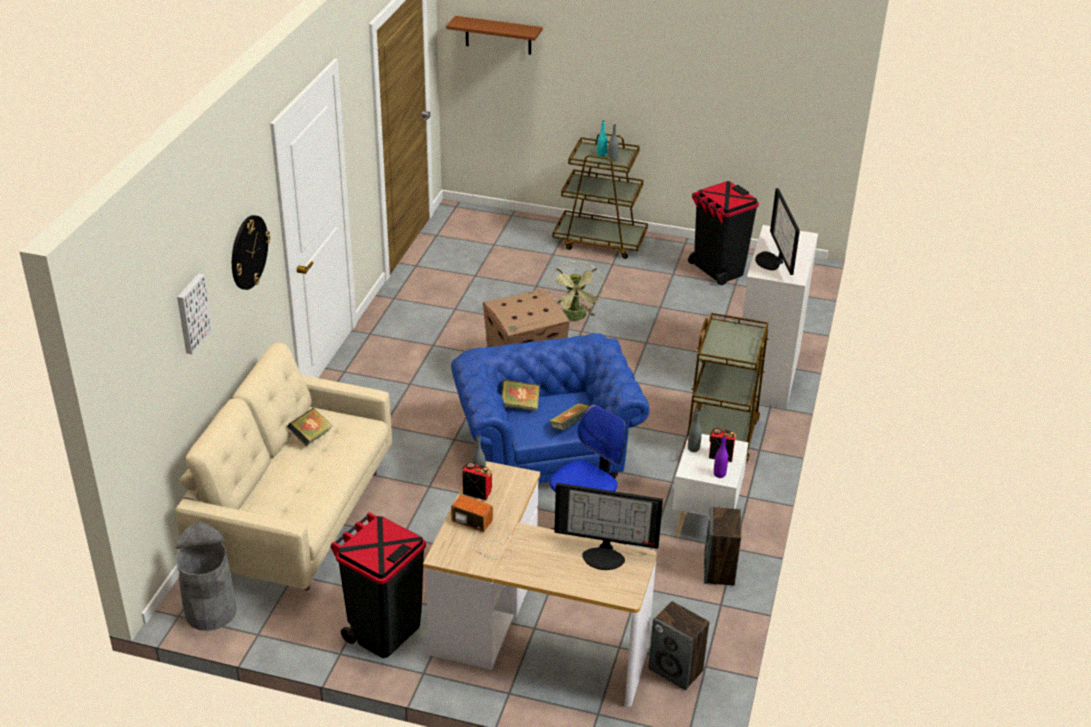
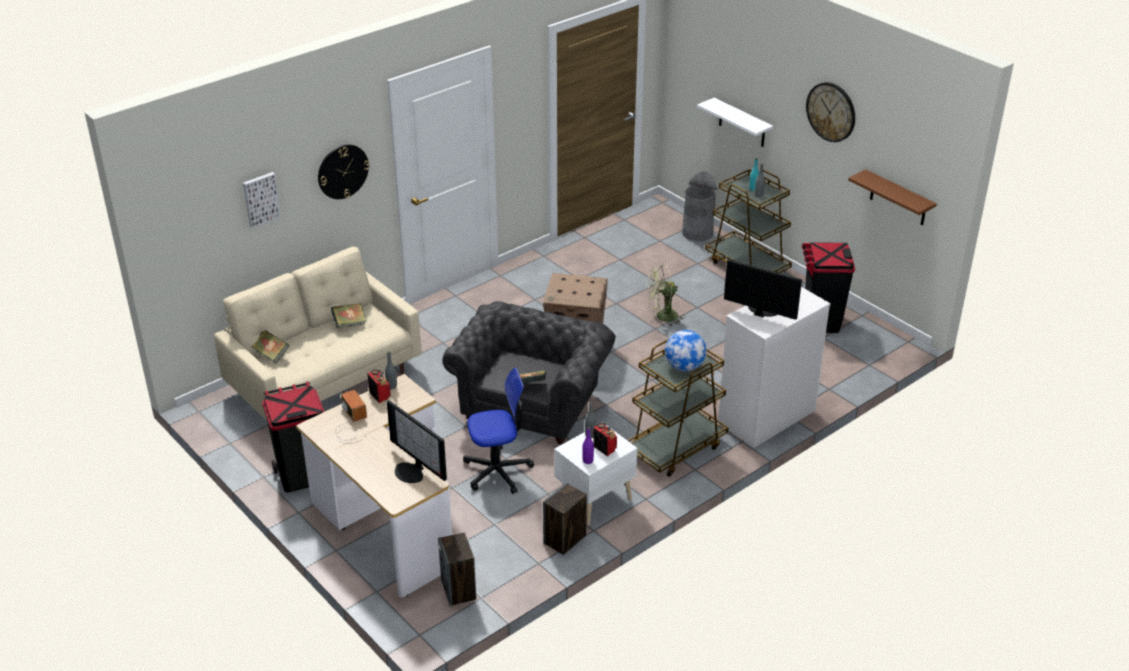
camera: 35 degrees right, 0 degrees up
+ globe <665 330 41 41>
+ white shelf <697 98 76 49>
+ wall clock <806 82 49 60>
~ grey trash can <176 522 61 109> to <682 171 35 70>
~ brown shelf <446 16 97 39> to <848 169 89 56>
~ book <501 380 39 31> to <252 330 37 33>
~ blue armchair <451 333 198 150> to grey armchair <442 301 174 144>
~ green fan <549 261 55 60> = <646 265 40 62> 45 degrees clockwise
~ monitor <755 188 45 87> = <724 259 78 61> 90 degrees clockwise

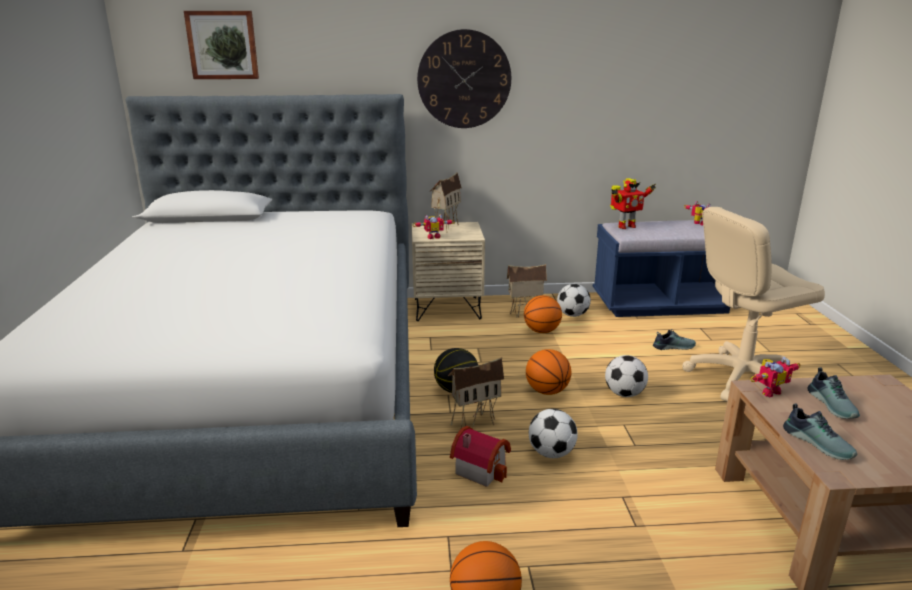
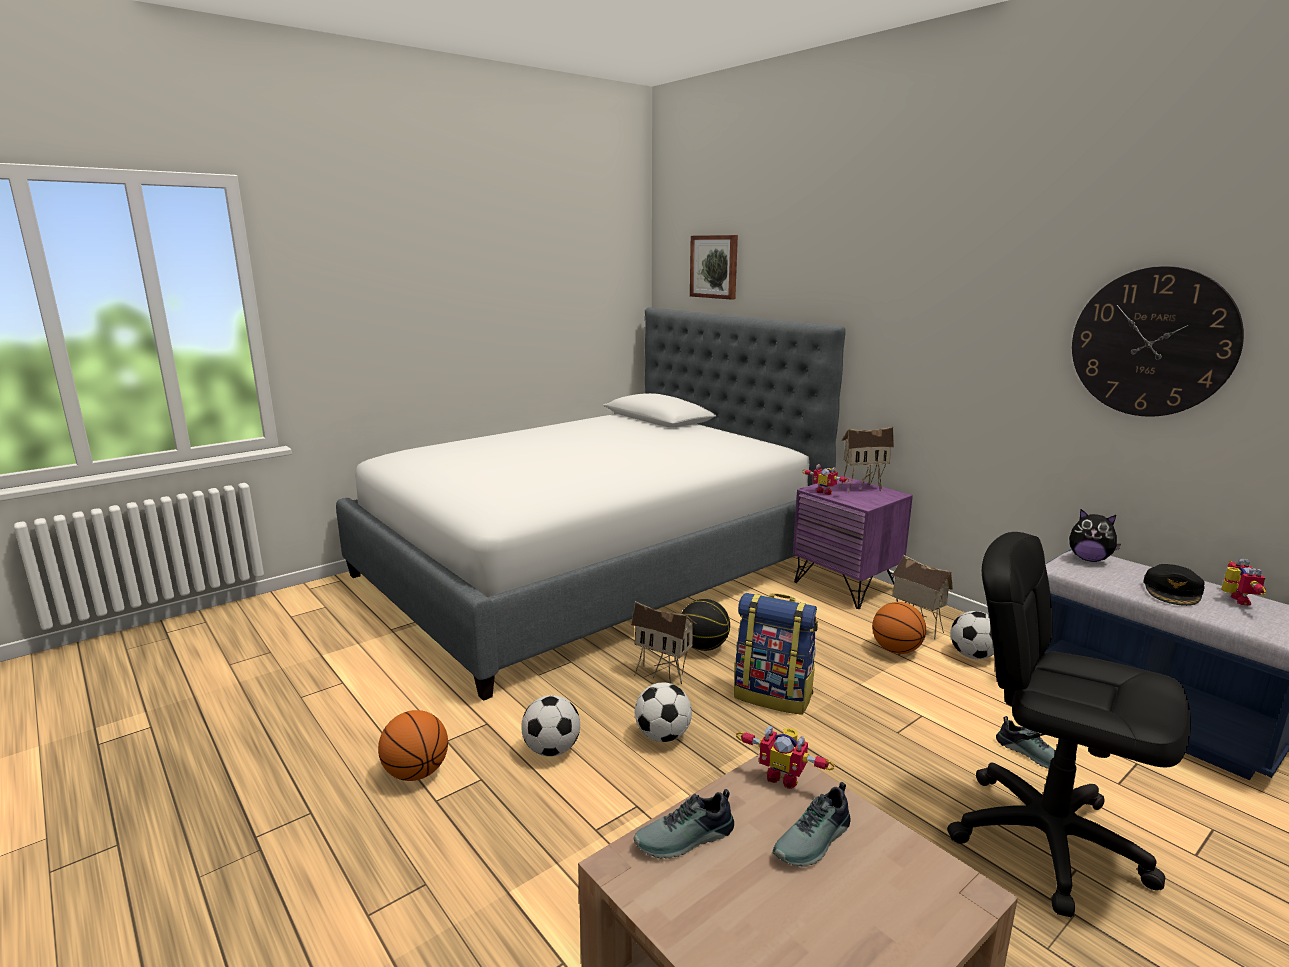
camera: 55 degrees right, 5 degrees down
- toy house <450 426 61 61>
+ black cap <1143 564 62 42>
~ wall clock <417 29 94 99> to <1072 266 172 151>
~ football <605 355 43 42> to <521 695 59 62>
~ basketball <526 349 45 46> to backpack <734 593 84 122>
~ toy robot <610 178 46 51> to plush toy <1069 509 52 53>
~ beige nightstand <412 222 73 99> to purple nightstand <793 476 120 133>
~ beige office chair <682 207 143 194> to black office chair <947 532 244 385>
~ shoe <783 404 74 56> = <634 789 100 70> 45 degrees clockwise

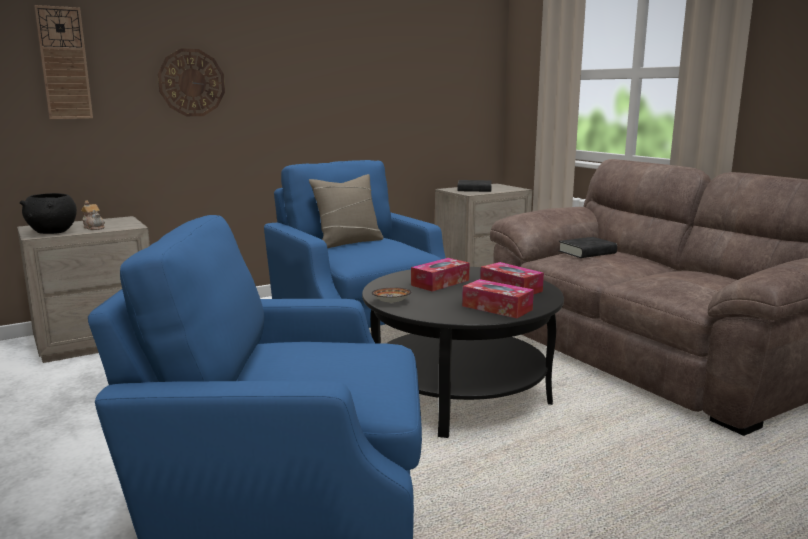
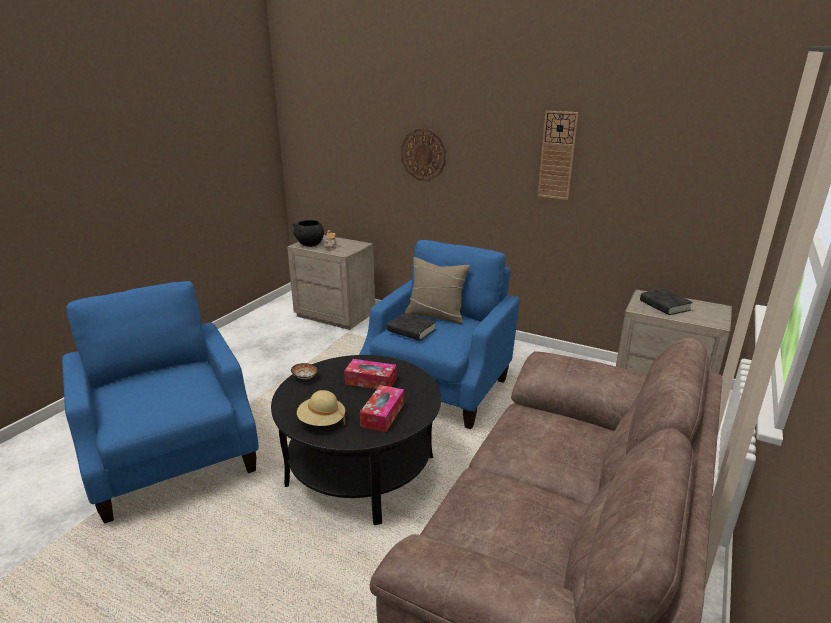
camera: 60 degrees right, 10 degrees up
~ wall clock <34 5 59 114> to <538 111 40 89>
~ black book <559 237 58 21> to <387 313 49 28>
~ tissue box <462 279 72 39> to beige hat <297 390 48 36>

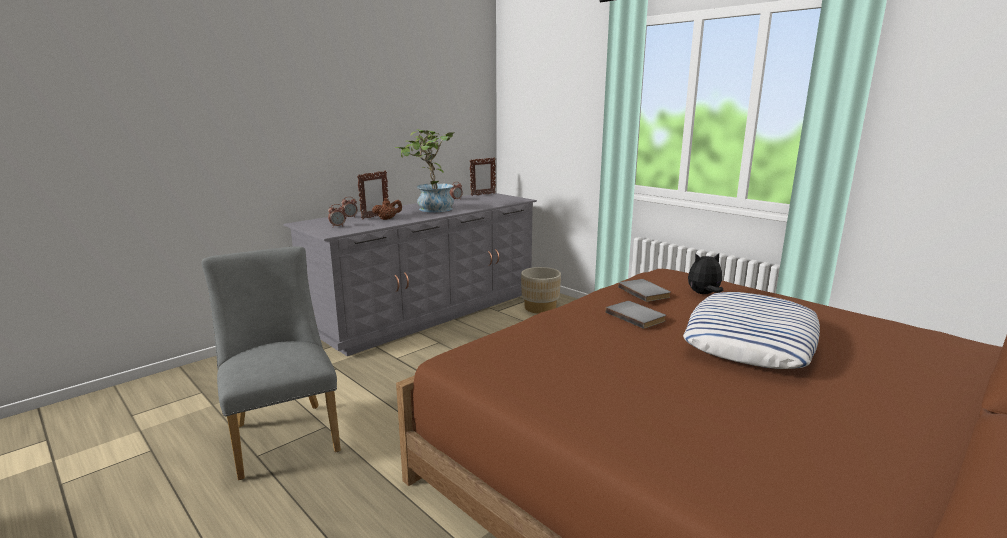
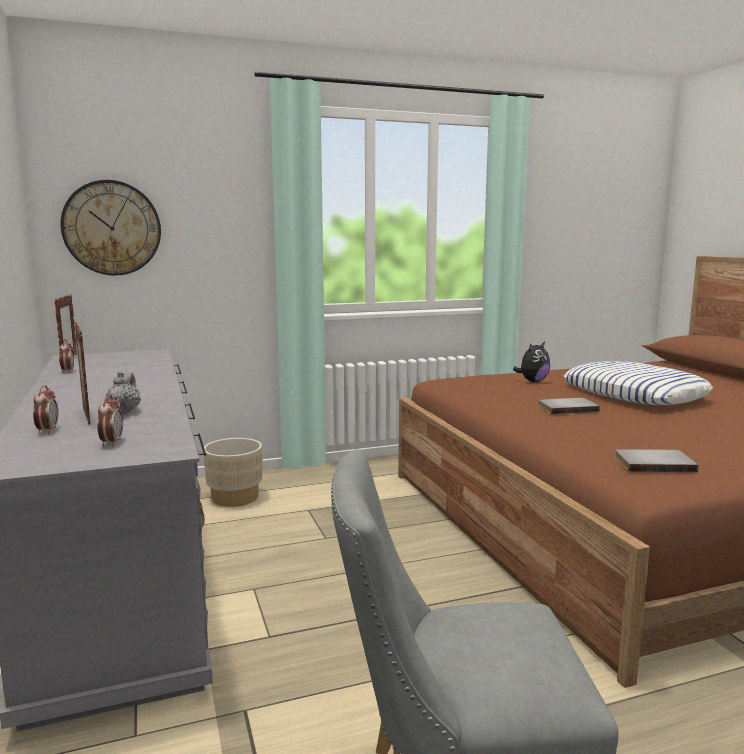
camera: 65 degrees left, 5 degrees down
- potted plant <395 129 60 83>
+ wall clock <61 180 100 96>
~ grey book <618 279 53 23> to <614 449 85 23>
~ brown teapot <372 198 30 22> to grey teapot <105 371 36 43>
~ plush toy <688 253 35 41> = <513 341 37 41> 150 degrees counterclockwise

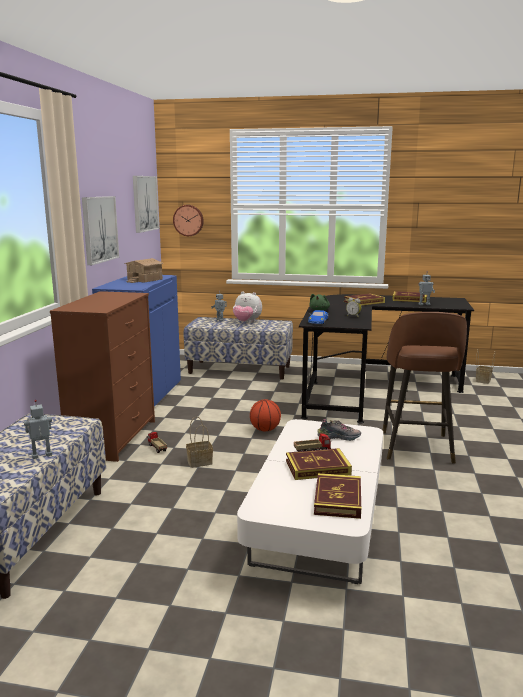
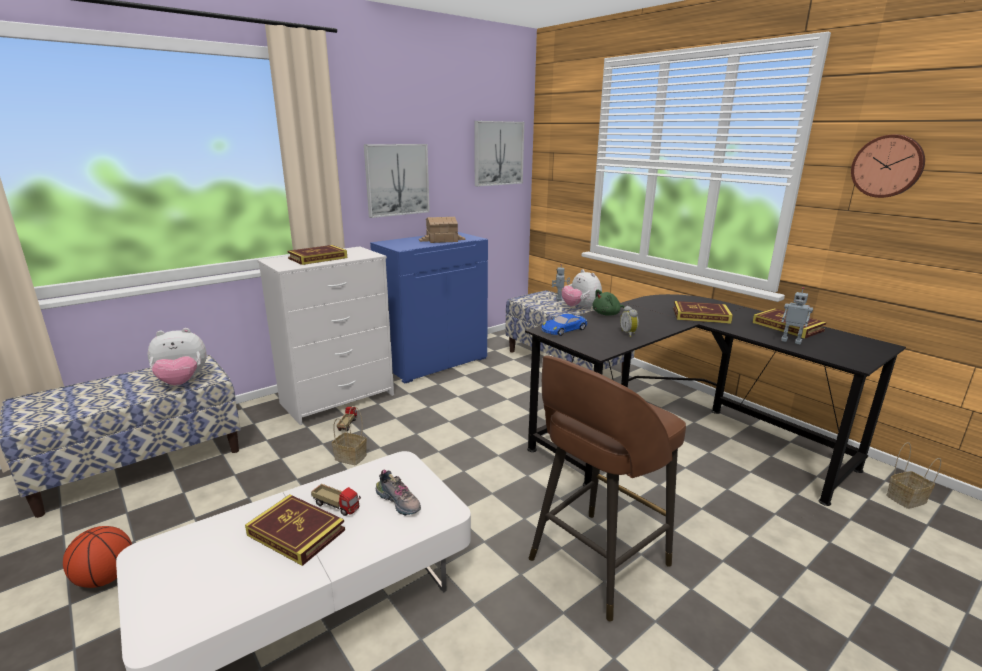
camera: 40 degrees right, 5 degrees up
- toy robot <24 400 28 59>
+ plush toy <148 328 59 57>
~ wall clock <173 205 31 31> to <851 135 74 63>
~ basketball <250 399 31 32> to <63 526 69 62>
~ book <314 473 47 46> to <287 245 60 20>
~ brown dresser <50 291 105 171> to white dresser <257 246 137 179>

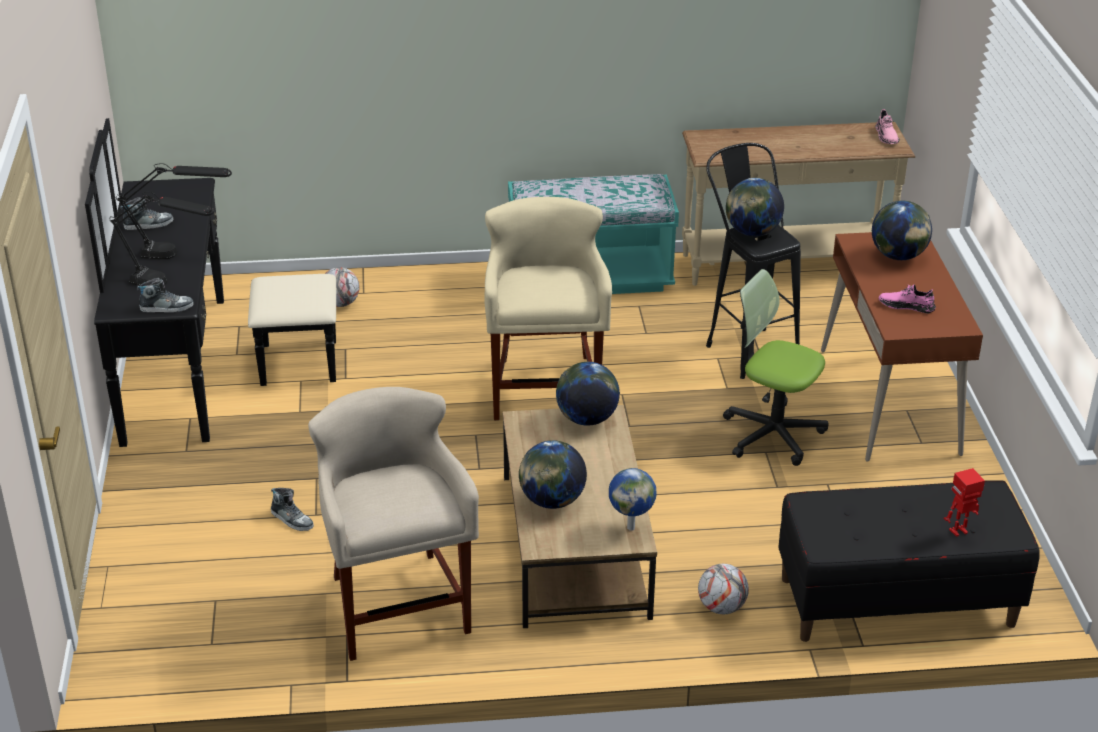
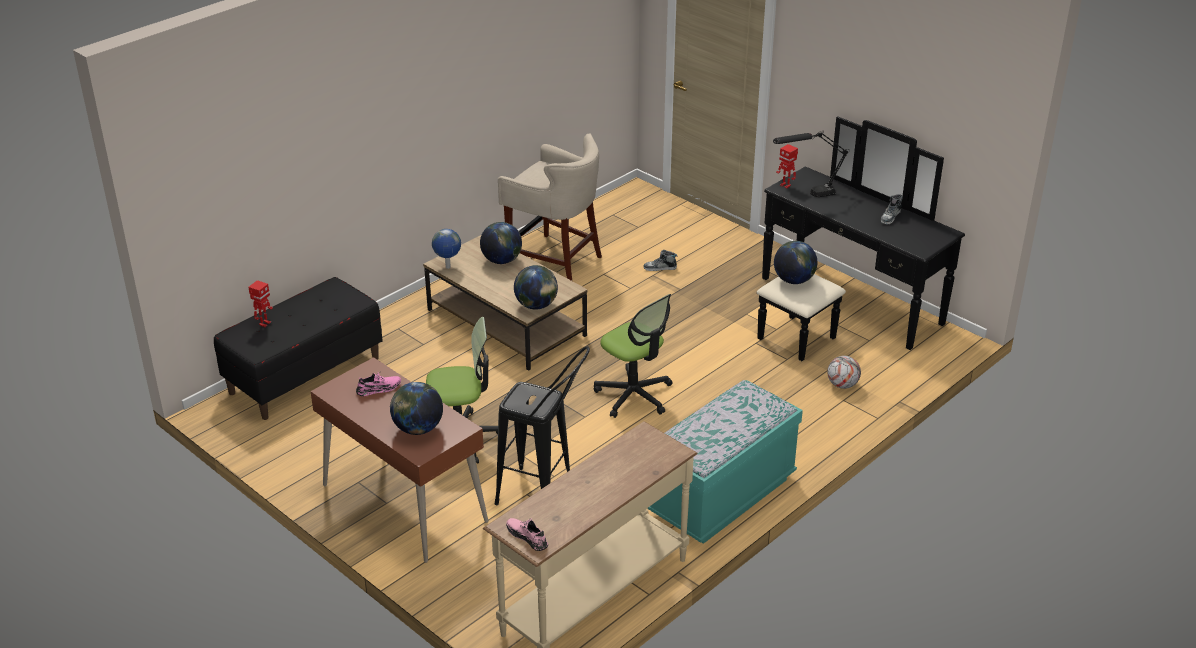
camera: 140 degrees right, 0 degrees up
- black table lamp <116 163 116 96>
- football <698 564 51 50>
~ globe <726 178 58 58> to <774 241 44 43>
~ shoe <137 278 57 34> to toy robot <776 144 22 44>
~ beige stool <484 197 128 224> to office chair <594 294 79 124>

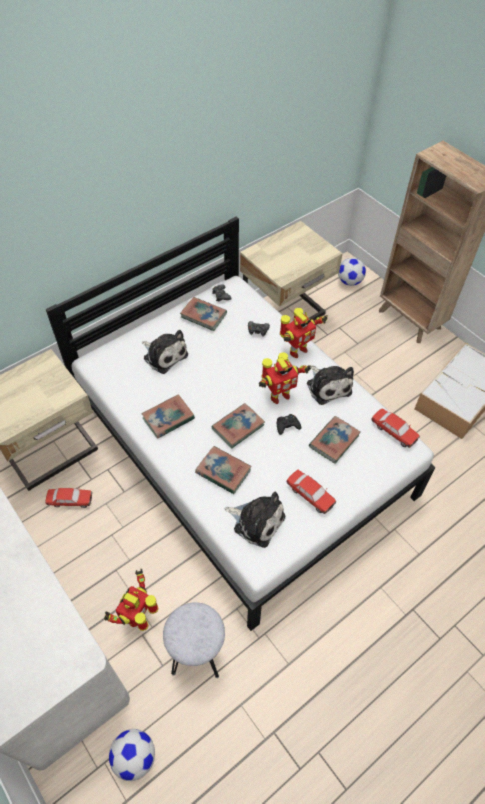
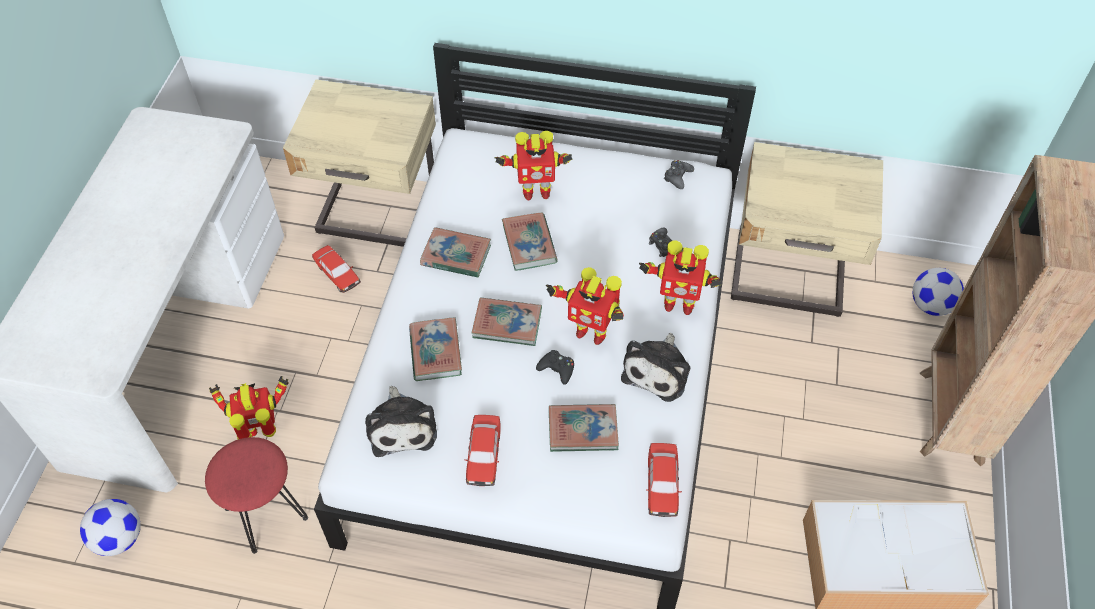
camera: 50 degrees right, 0 degrees up
~ book <180 297 47 34> to <502 213 56 58>
~ plush toy <142 330 46 44> to toy robot <495 131 78 69>
~ grey stool <163 602 62 76> to red stool <205 437 103 117>

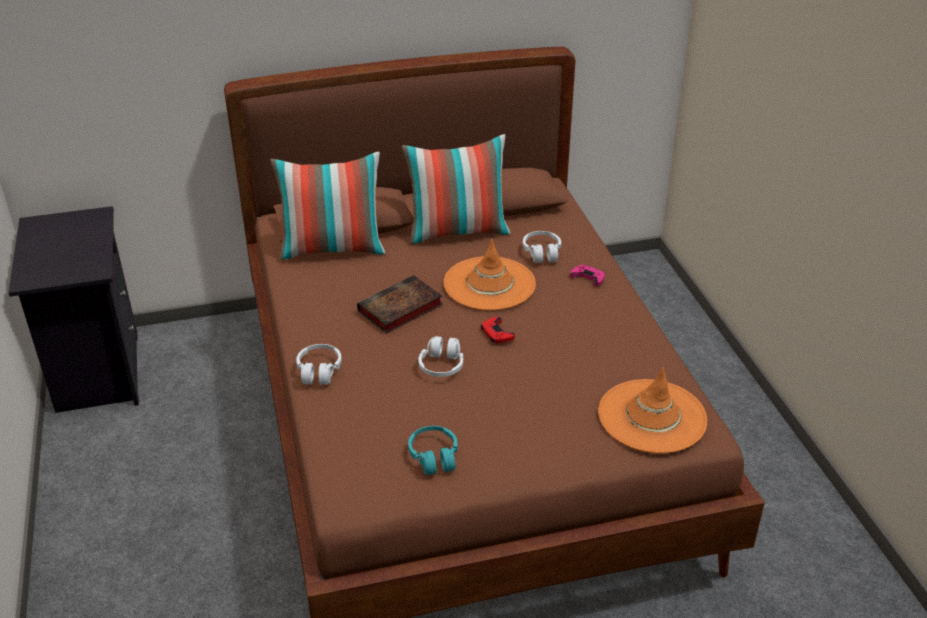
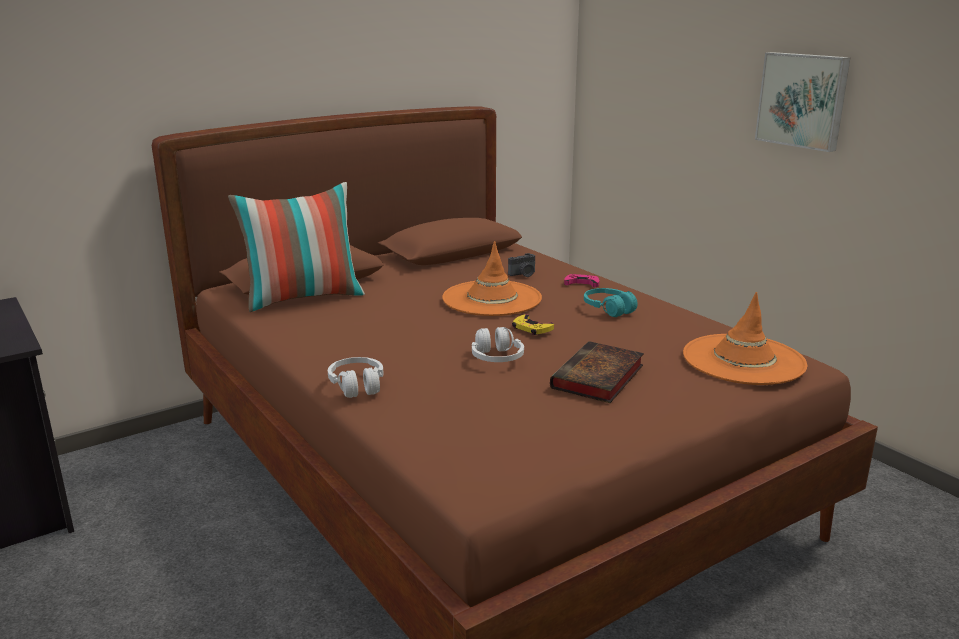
camera: 20 degrees left, 15 degrees down
- pillow <402 134 109 111>
+ picture <755 52 96 100>
~ book <357 275 86 58> to <550 341 94 62>
~ turquoise headphones <408 426 50 49> to <584 288 54 29>
~ white headphones <523 231 38 32> to photo camera <508 253 27 24>
~ red game controller <480 316 35 27> to yellow game controller <512 314 42 21>

